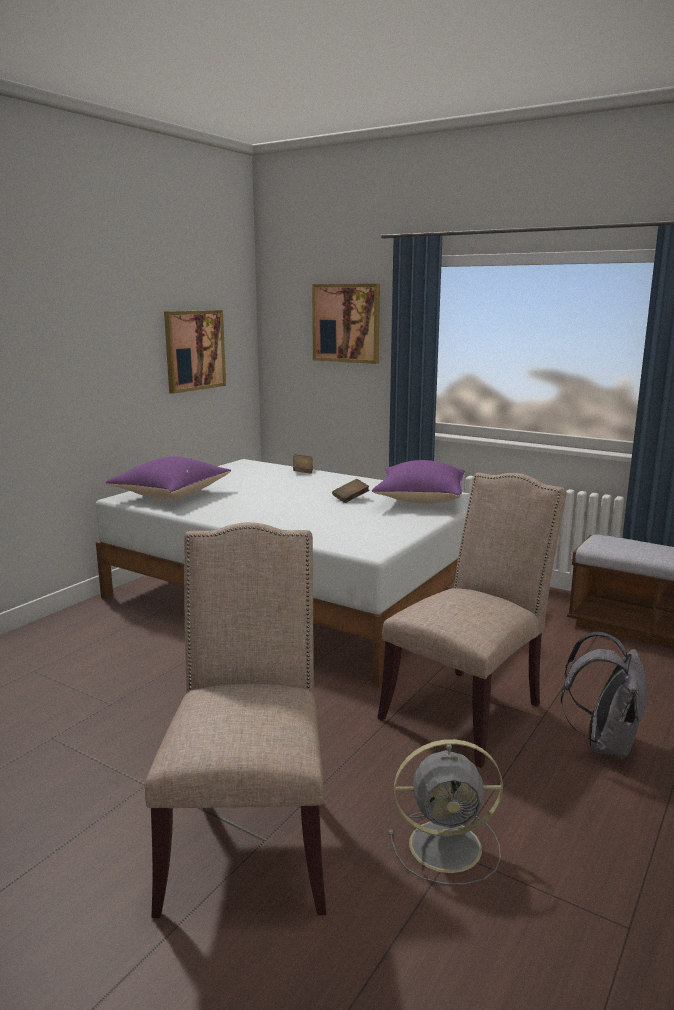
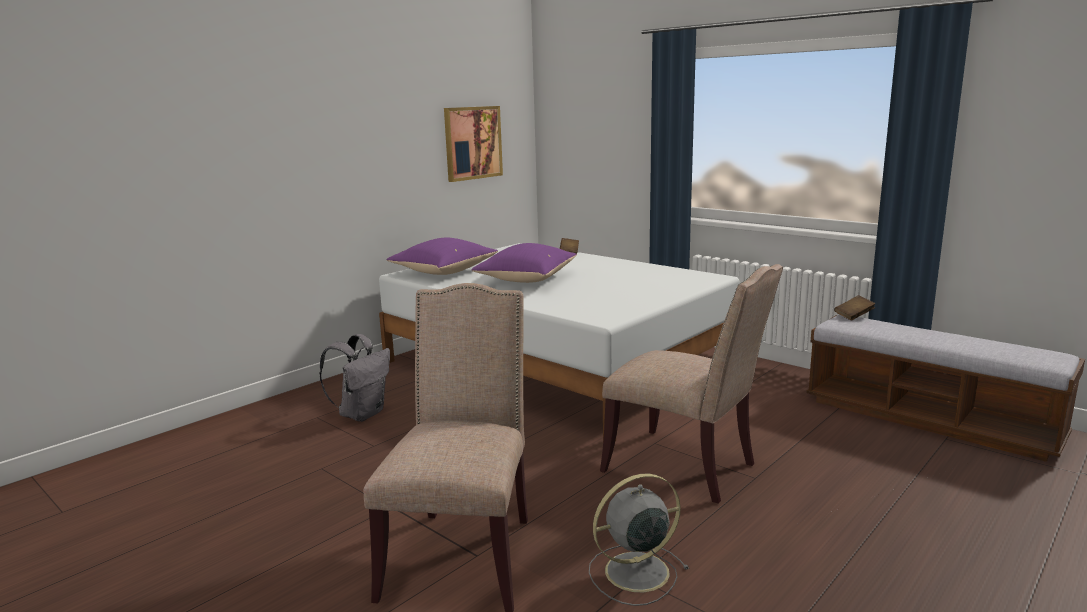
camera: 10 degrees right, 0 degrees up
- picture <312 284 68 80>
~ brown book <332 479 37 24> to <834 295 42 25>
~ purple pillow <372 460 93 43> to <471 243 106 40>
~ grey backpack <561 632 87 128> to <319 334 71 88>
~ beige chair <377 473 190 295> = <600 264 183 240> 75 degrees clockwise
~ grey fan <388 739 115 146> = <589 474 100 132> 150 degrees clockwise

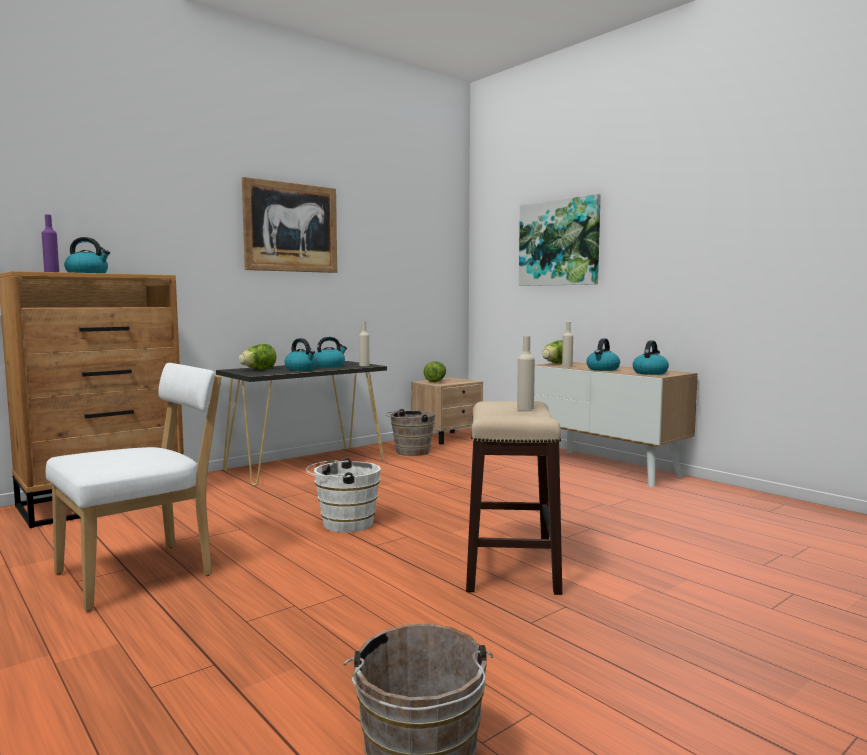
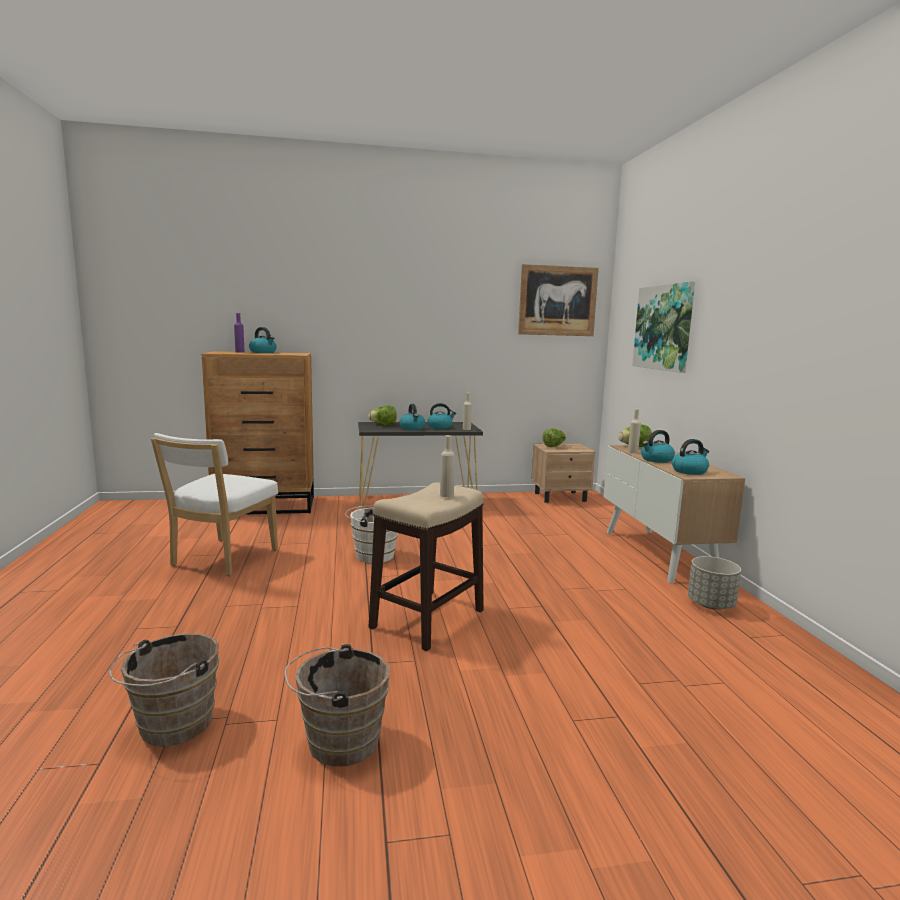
camera: 30 degrees right, 5 degrees up
+ grey planter <688 556 53 54>
~ picture <242 177 95 96> to <518 264 81 72>
~ brown bucket <386 409 49 47> to <285 644 105 123>
~ white chair <46 363 175 248> = <151 433 127 143> 120 degrees clockwise

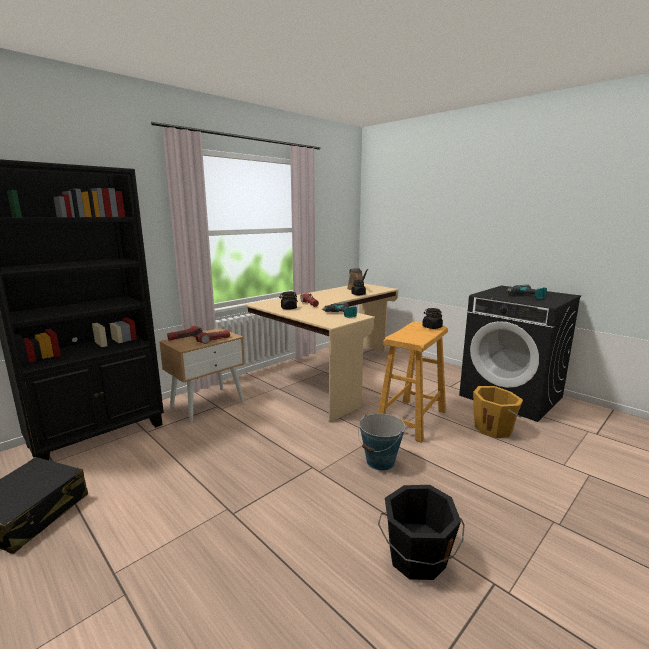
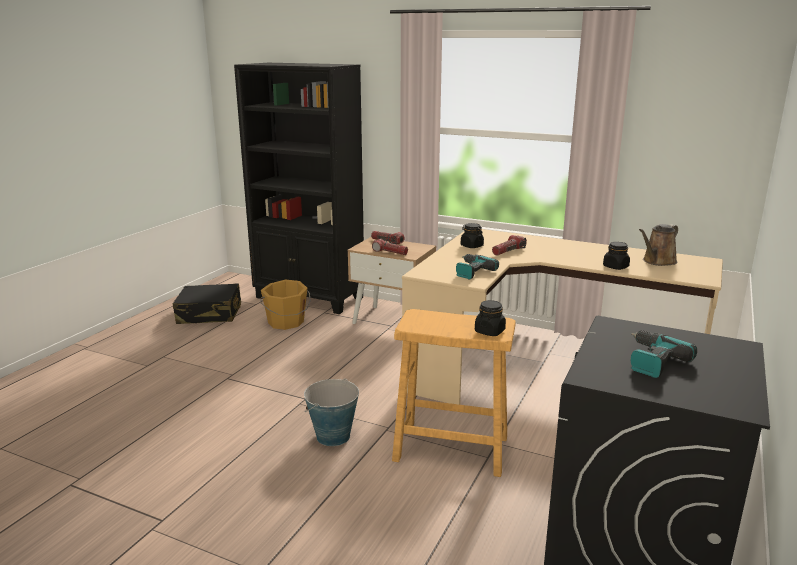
camera: 70 degrees right, 5 degrees up
- black bucket <378 485 87 95>
~ orange bucket <473 386 50 52> to <260 279 51 51>

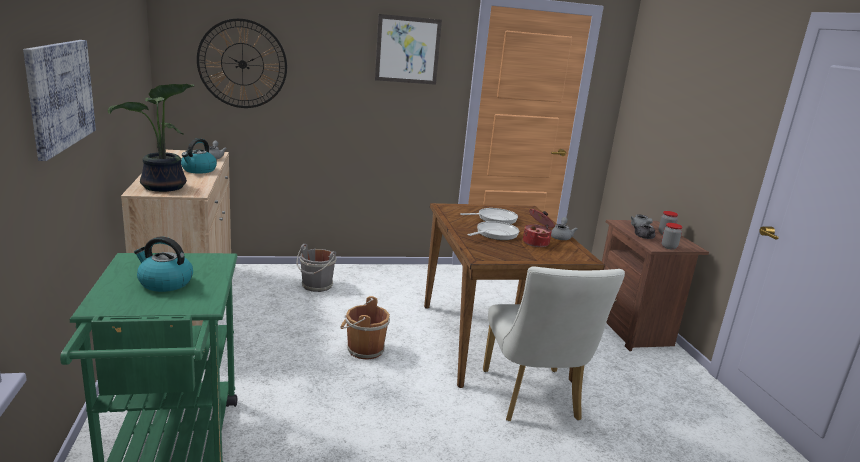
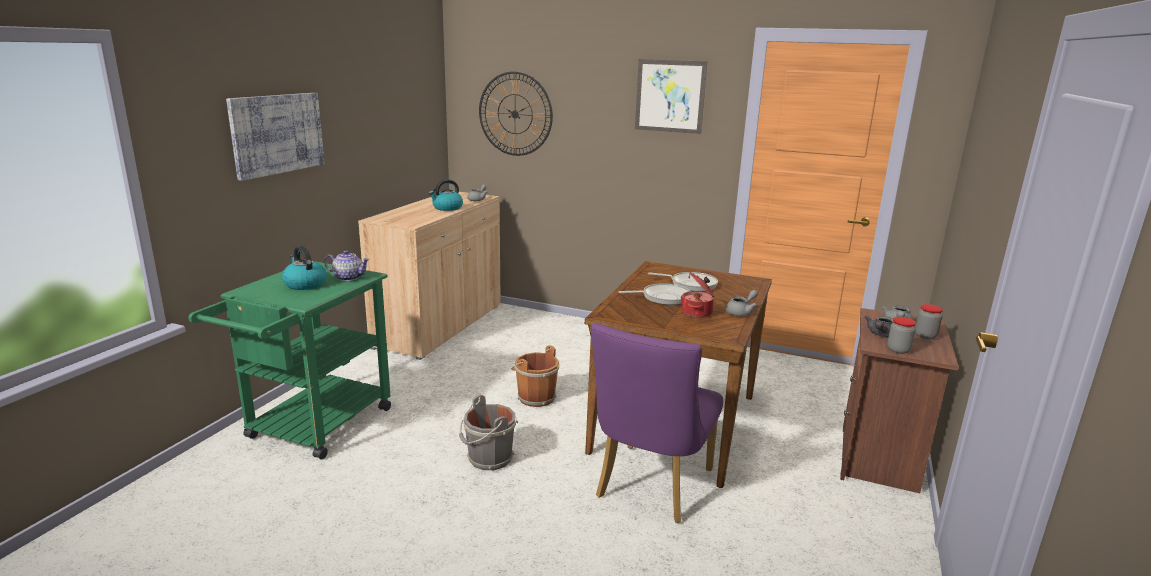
camera: 35 degrees right, 0 degrees up
- potted plant <107 84 88 108>
+ teapot <324 250 46 31>
~ grey bucket <296 244 41 48> to <459 395 59 75>
~ white chair <483 266 142 155> to purple chair <591 323 132 200>

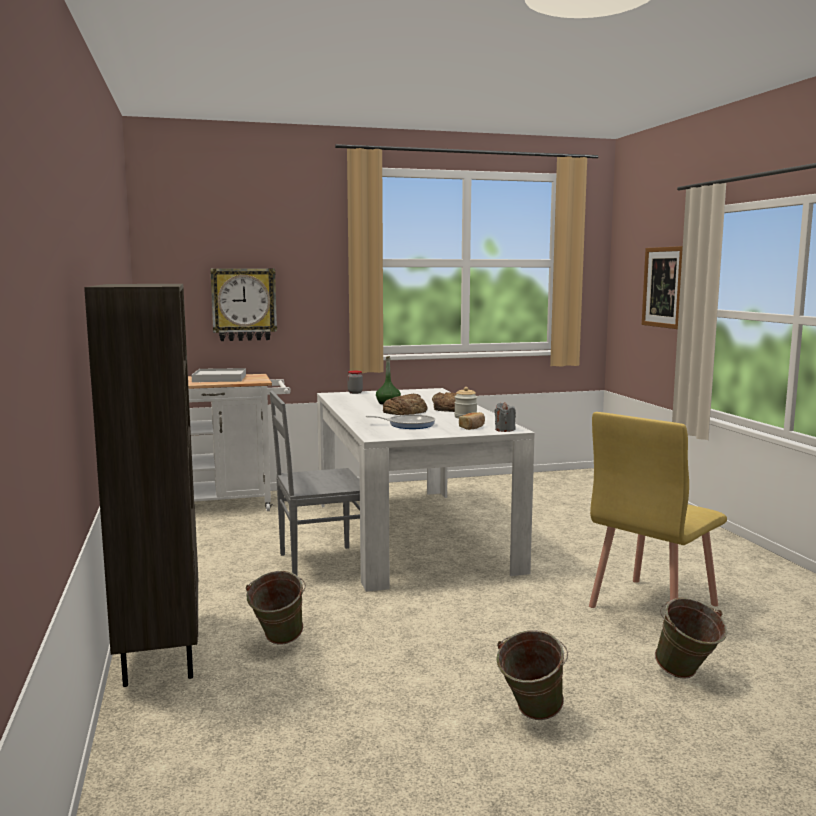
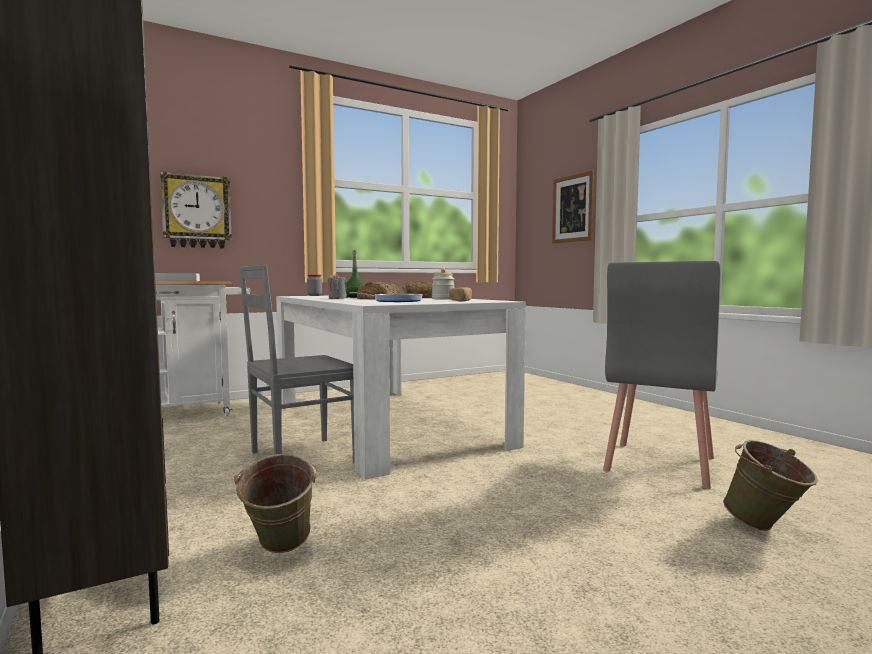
camera: 15 degrees left, 5 degrees down
- green bucket <496 630 72 90>
~ grey candle <495 402 21 30> to <327 274 20 25>
~ yellow chair <589 412 138 196> to grey chair <603 261 118 228>

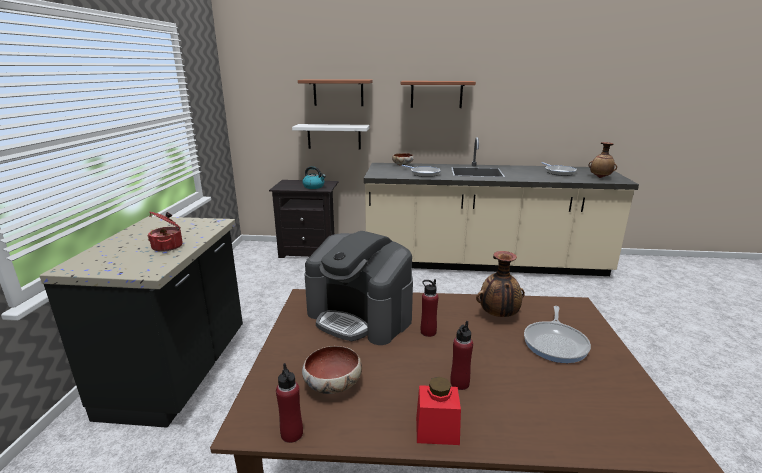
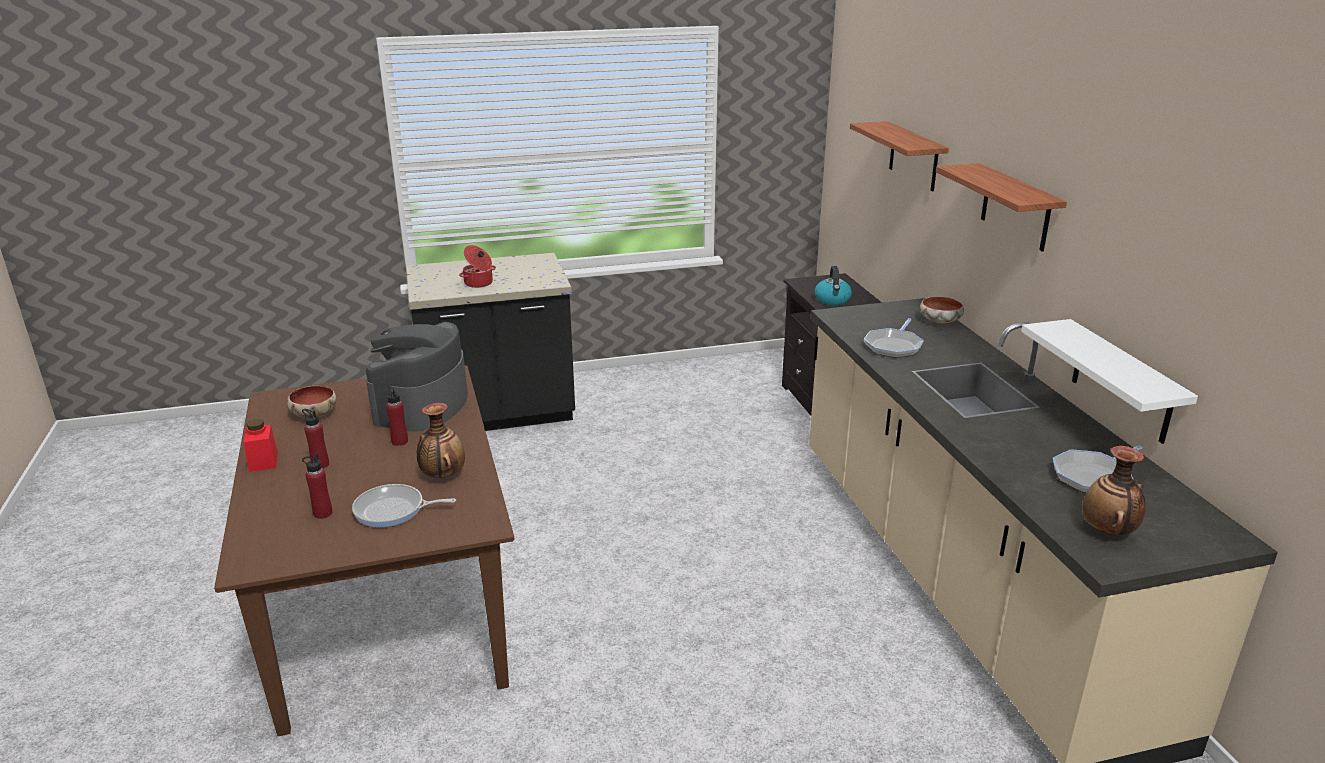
camera: 70 degrees right, 5 degrees up
~ red bottle <276 363 27 80> to <302 453 30 66>
~ white shelf <292 124 78 26> to <1021 319 177 125>

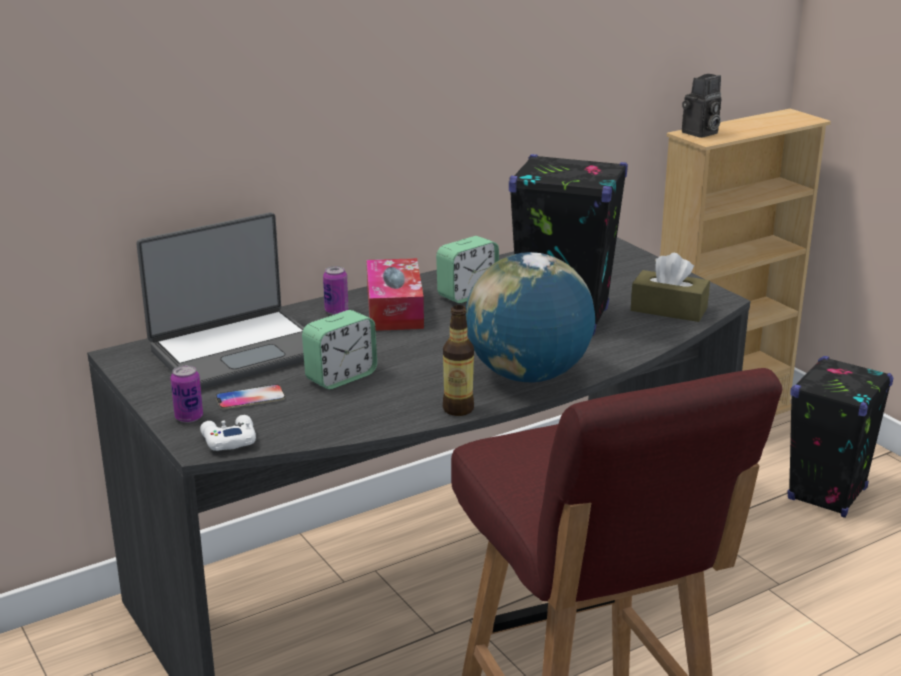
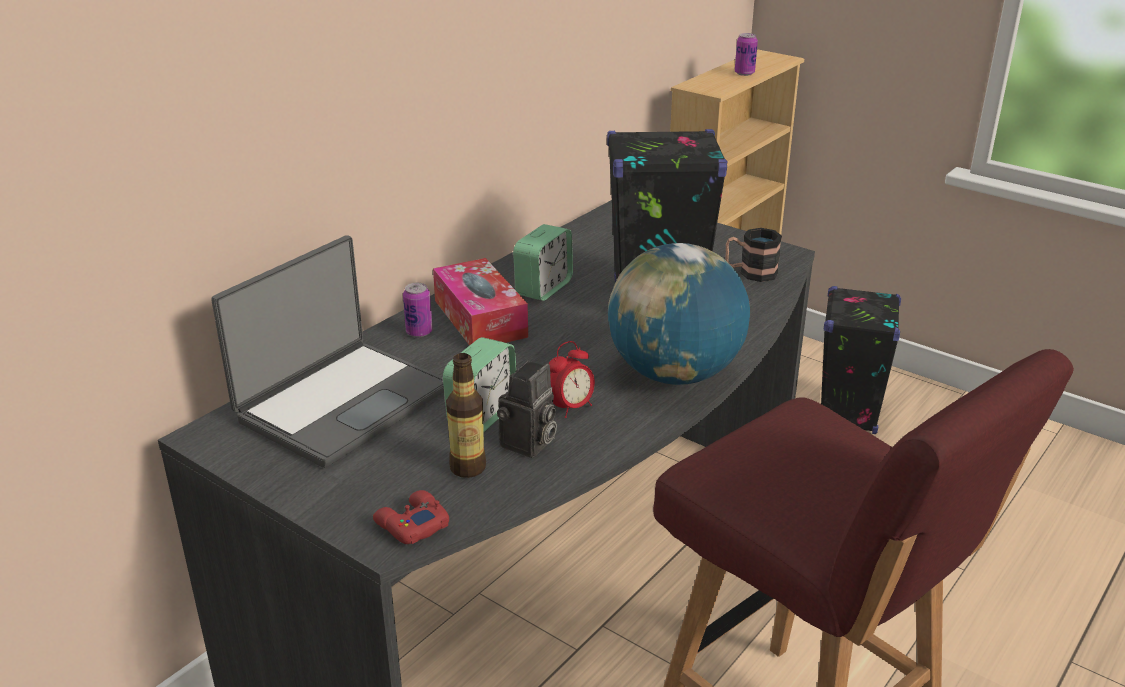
camera: 20 degrees left, 5 degrees up
- phone <216 385 69 24>
+ alarm clock <548 341 47 77>
~ can <171 365 32 58> to <735 33 23 43>
~ bottle <443 305 31 111> to <446 353 40 125>
~ photo camera <682 74 39 64> to <497 361 60 97>
~ brown tissue box <631 253 79 69> to mug <726 228 56 54>
~ white game controller <200 415 56 36> to red game controller <373 490 76 54>

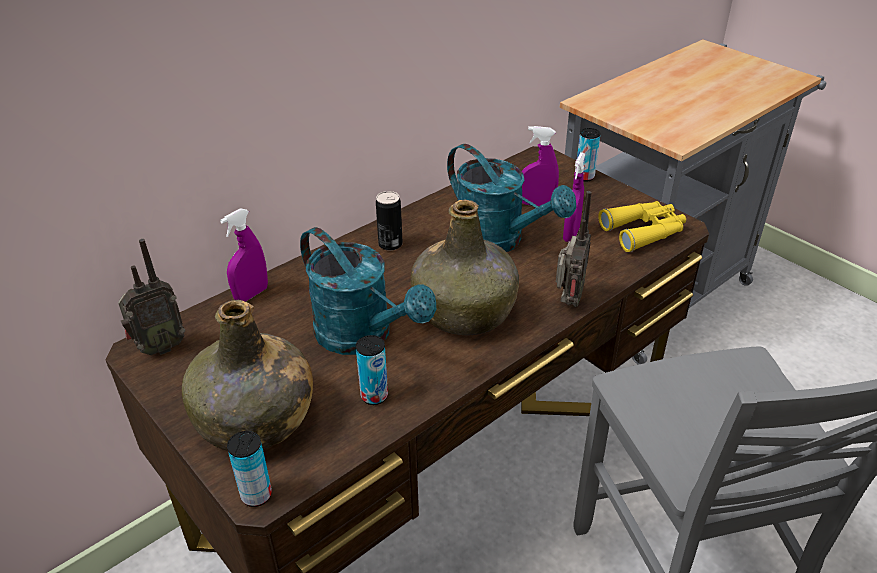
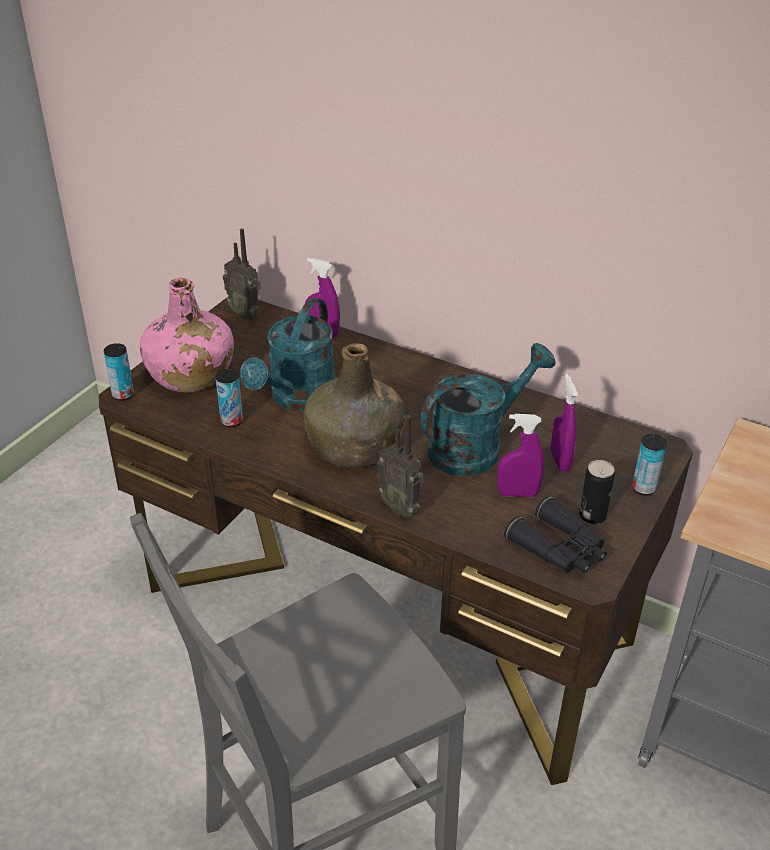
camera: 70 degrees right, 0 degrees up
~ can <376 191 27 60> to <579 460 36 64>
~ green bottle <182 300 131 151> to pink bottle <140 277 94 115>
~ yellow binoculars <598 201 88 51> to black binoculars <504 496 103 77>
~ turquoise watering can <447 144 129 108> = <420 343 136 133> 150 degrees counterclockwise
~ radio <556 191 36 116> = <377 415 47 102> 45 degrees clockwise

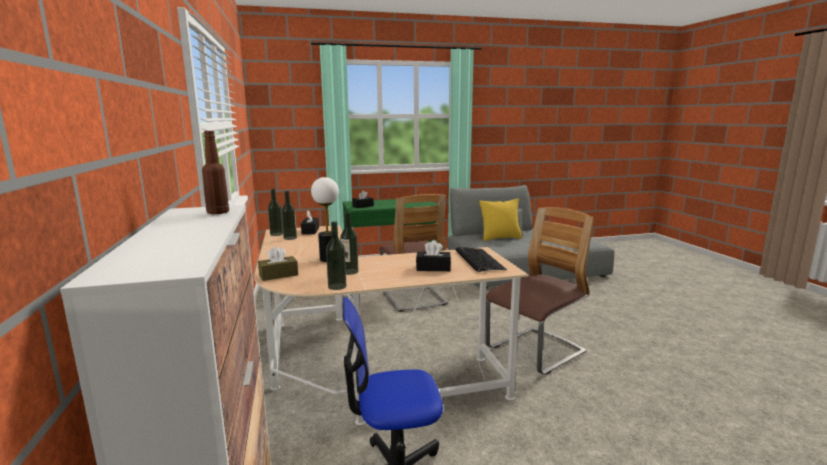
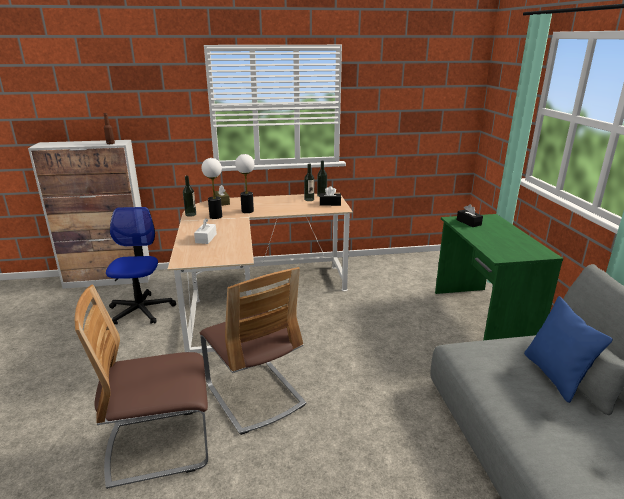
camera: 95 degrees right, 10 degrees up
- keyboard <455 247 52 25>
~ chair <379 194 69 118> to <75 285 133 204>
~ bottle <340 212 18 63> to table lamp <202 158 20 61>
~ black tissue box <416 240 35 31> to white tissue box <194 218 23 26>
~ yellow pillow <479 199 43 42> to blue pillow <524 296 89 107>

